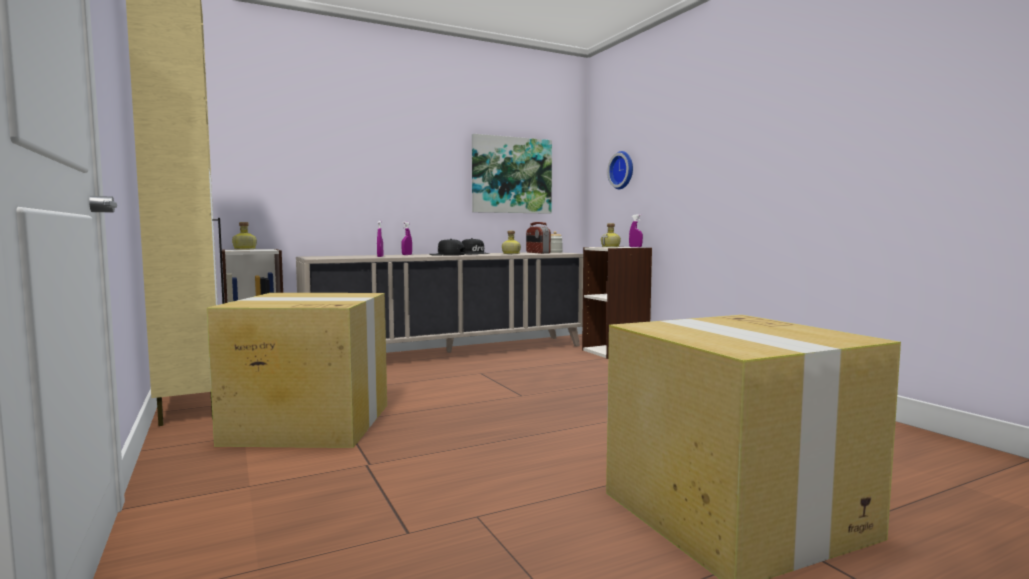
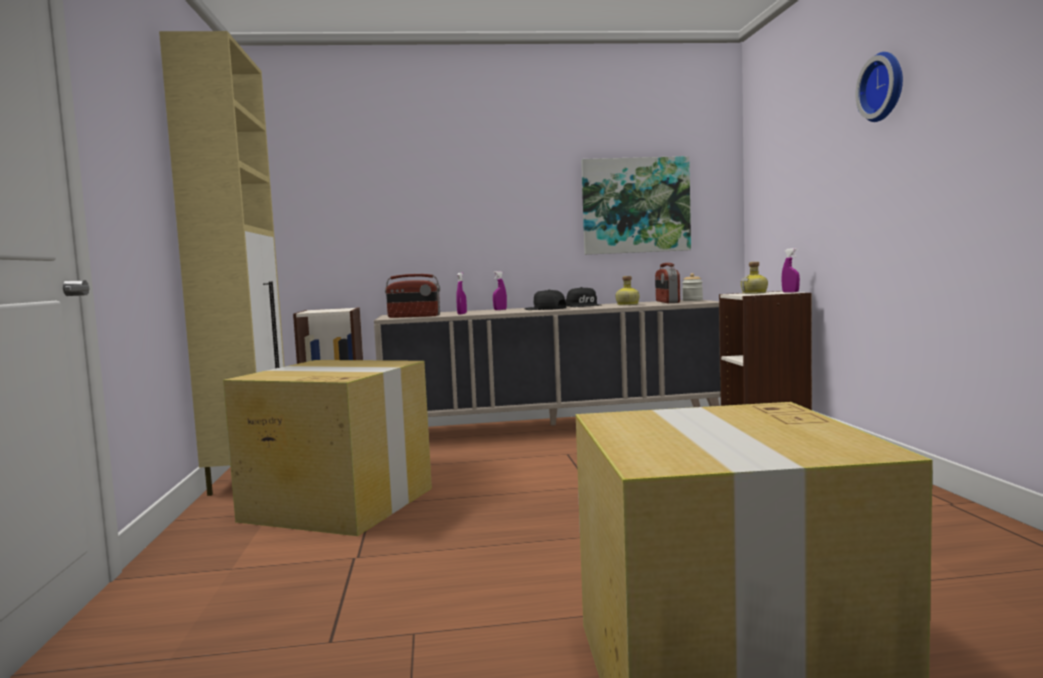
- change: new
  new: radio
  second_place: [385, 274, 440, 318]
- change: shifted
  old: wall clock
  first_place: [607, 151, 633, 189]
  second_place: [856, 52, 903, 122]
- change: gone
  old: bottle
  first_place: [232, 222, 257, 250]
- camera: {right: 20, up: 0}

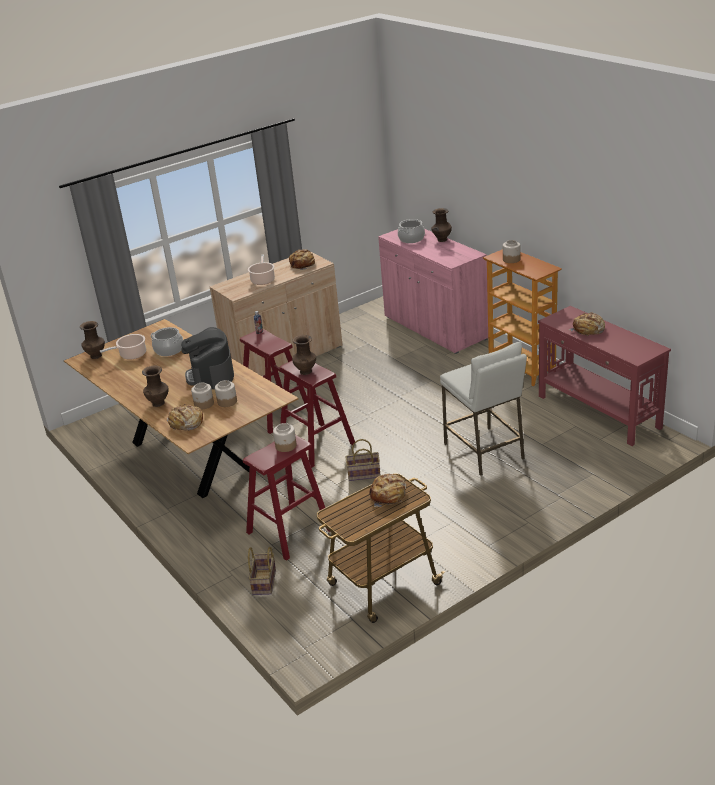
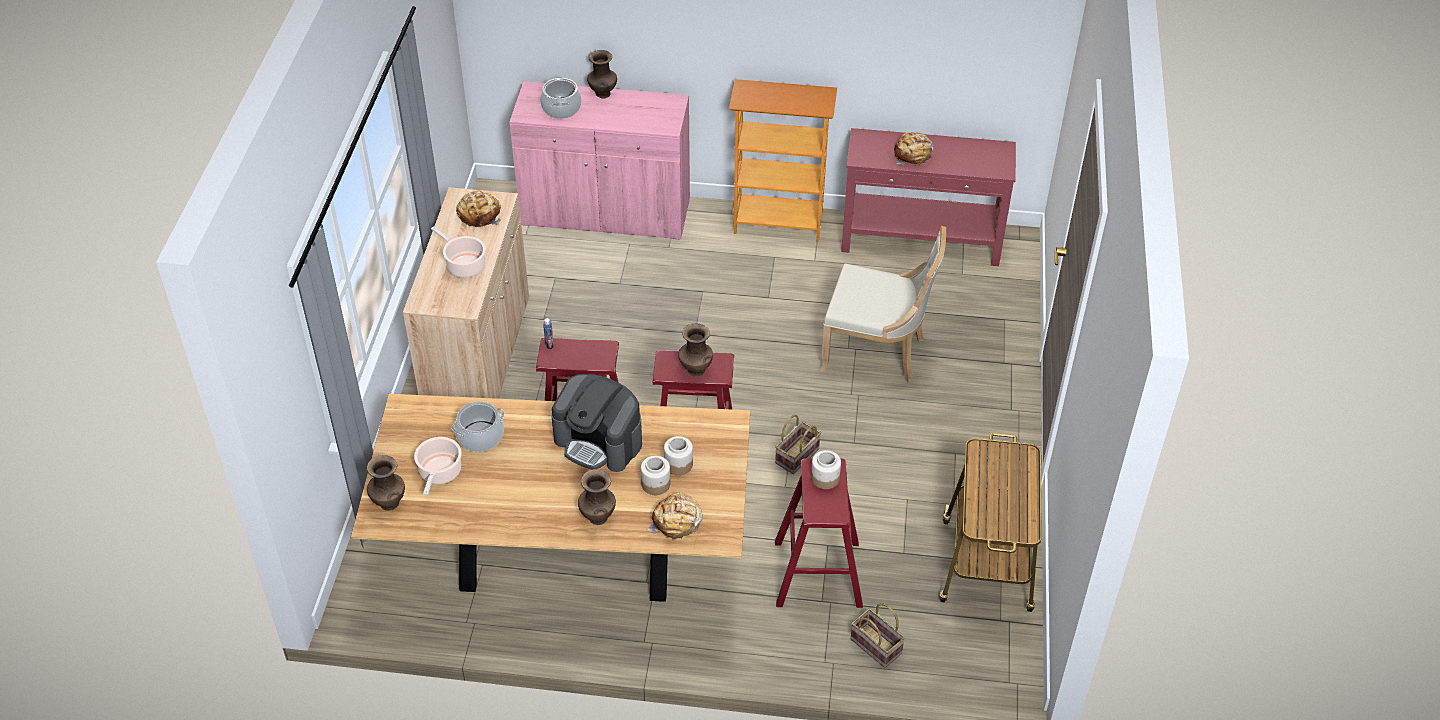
- change: swapped
  old: white stool
  new: beige chair
  first_place: [440, 342, 527, 476]
  second_place: [820, 226, 946, 383]
- change: gone
  old: bread
  first_place: [369, 474, 406, 507]
- change: gone
  old: jar
  first_place: [503, 240, 520, 263]
- camera: {right: -50, up: 15}

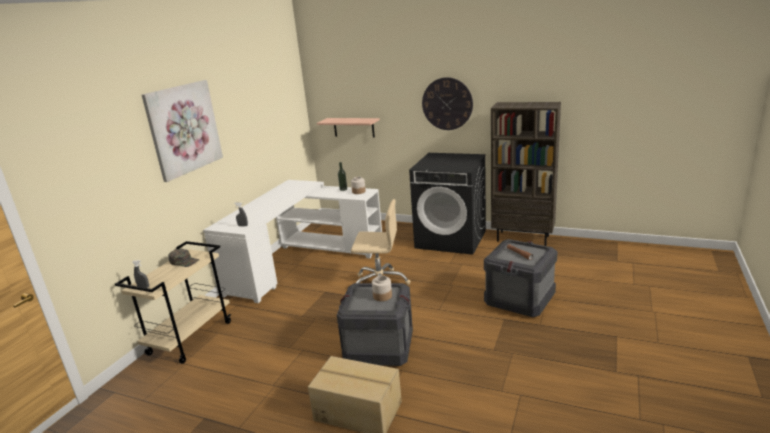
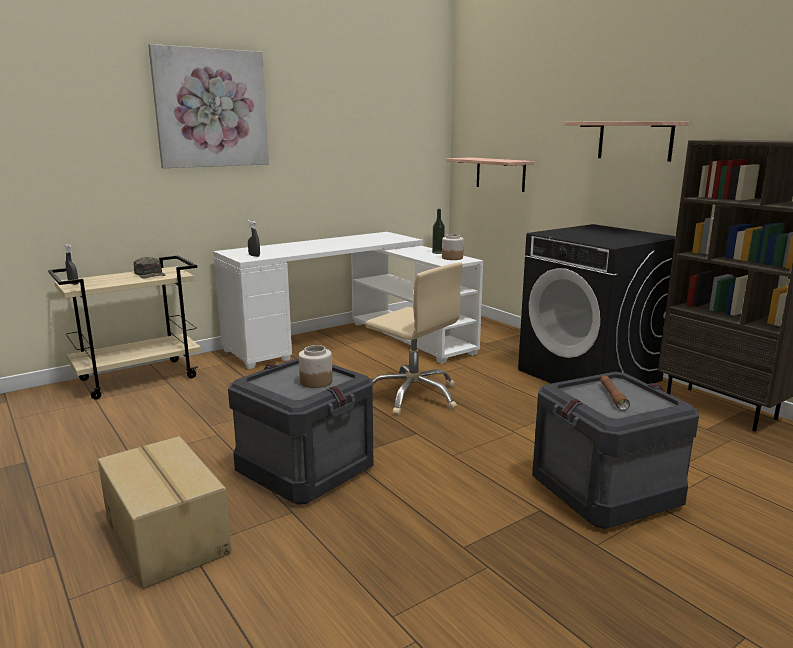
- change: swapped
  old: wall clock
  new: shelf
  first_place: [422, 77, 473, 130]
  second_place: [564, 121, 689, 162]
- camera: {right: 30, up: -5}

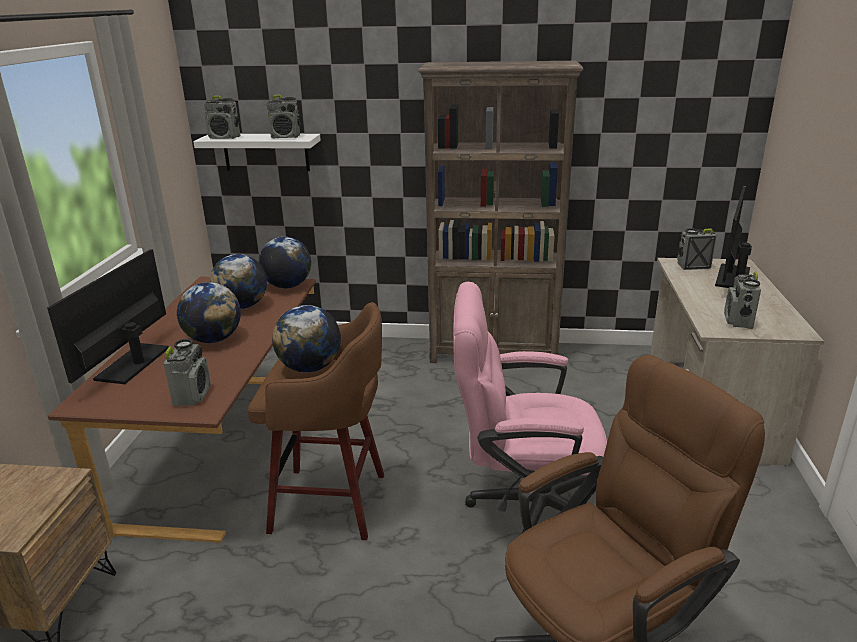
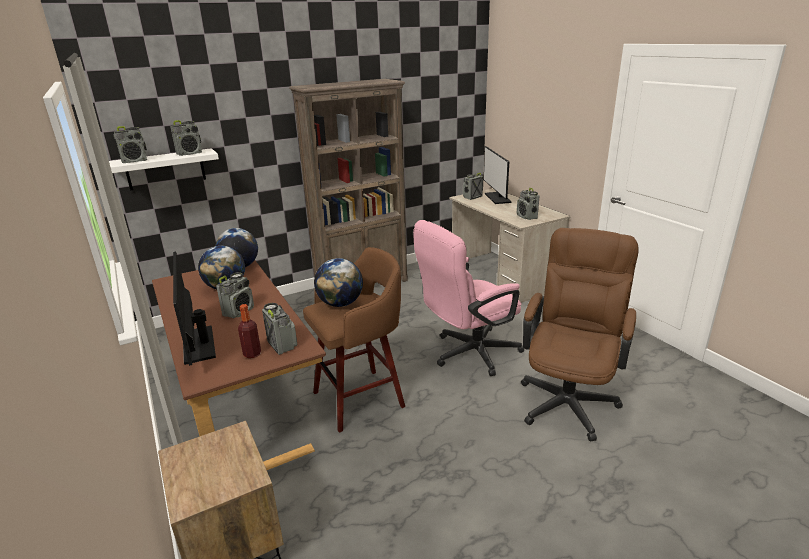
- change: swapped
  old: globe
  new: radio
  first_place: [177, 282, 241, 343]
  second_place: [216, 272, 254, 318]
- change: new
  new: bottle
  second_place: [238, 304, 261, 358]
- camera: {right: -35, up: 0}

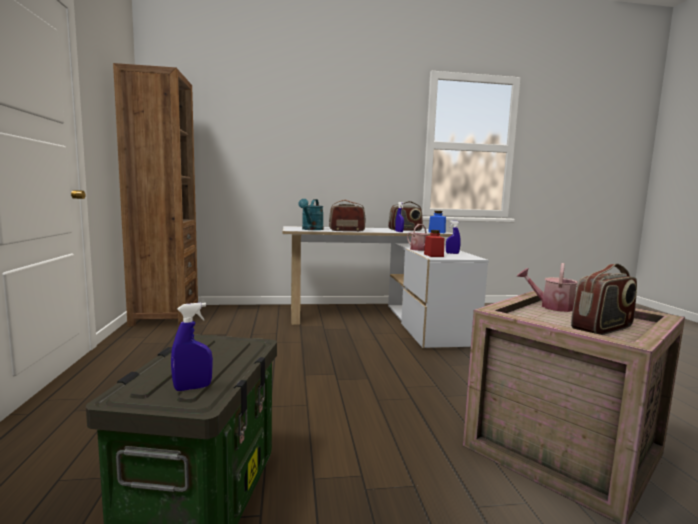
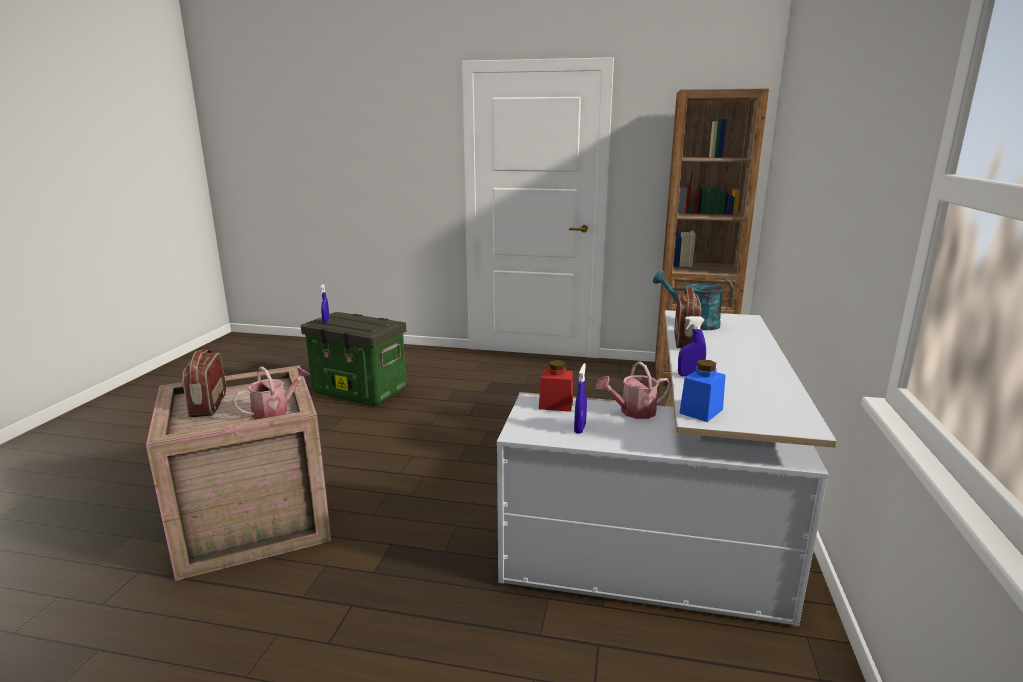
- change: gone
  old: radio
  first_place: [388, 201, 423, 231]
- camera: {right: 110, up: 10}

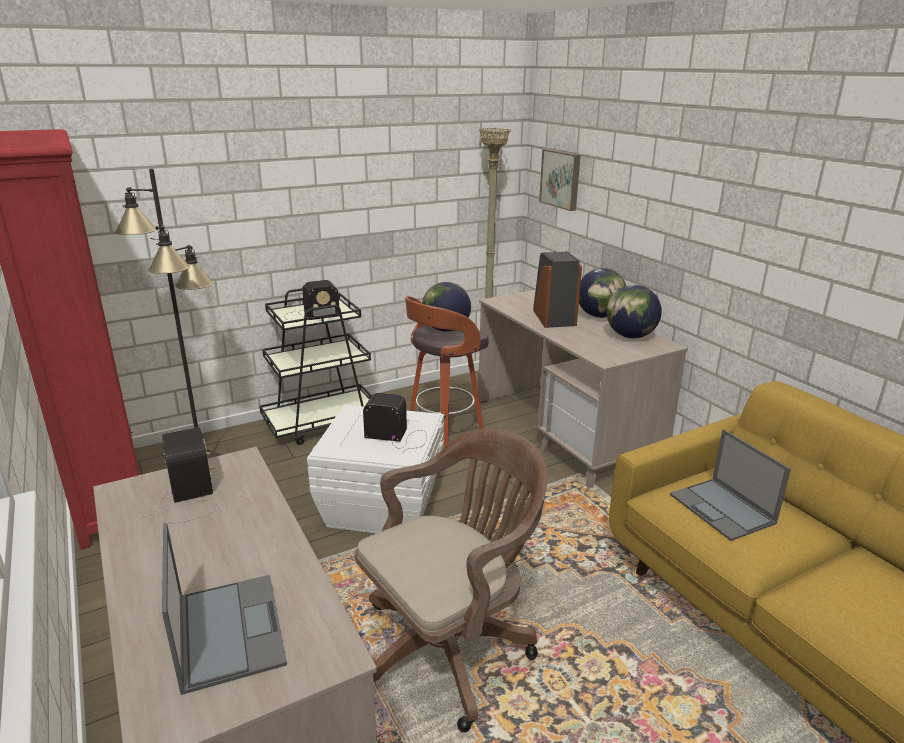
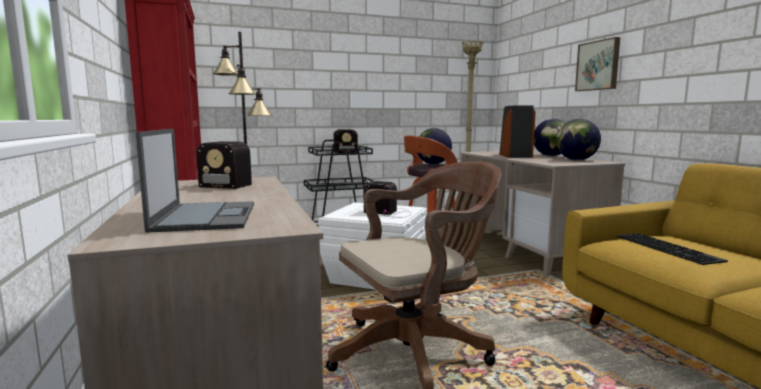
- change: rotated
  old: radio
  first_place: [143, 427, 218, 523]
  second_place: [180, 141, 252, 189]
  degrees: 120
- change: shifted
  old: picture
  first_place: [539, 149, 581, 211]
  second_place: [575, 37, 620, 91]
- change: swapped
  old: laptop
  new: keyboard
  first_place: [670, 429, 791, 541]
  second_place: [616, 233, 728, 265]
- camera: {right: 10, up: -15}

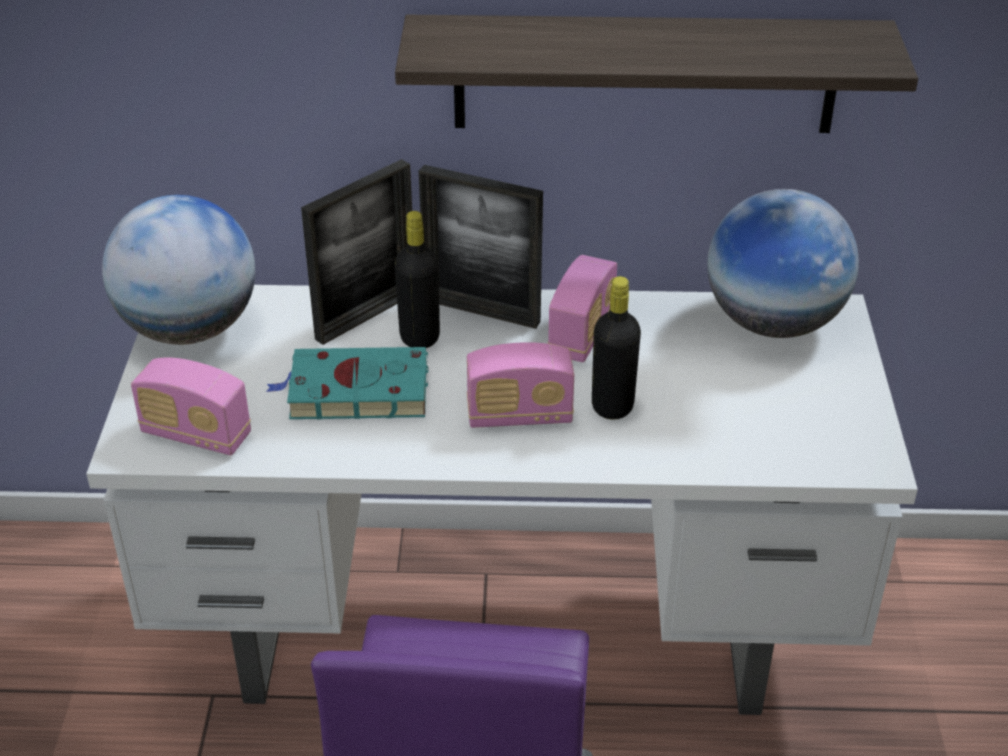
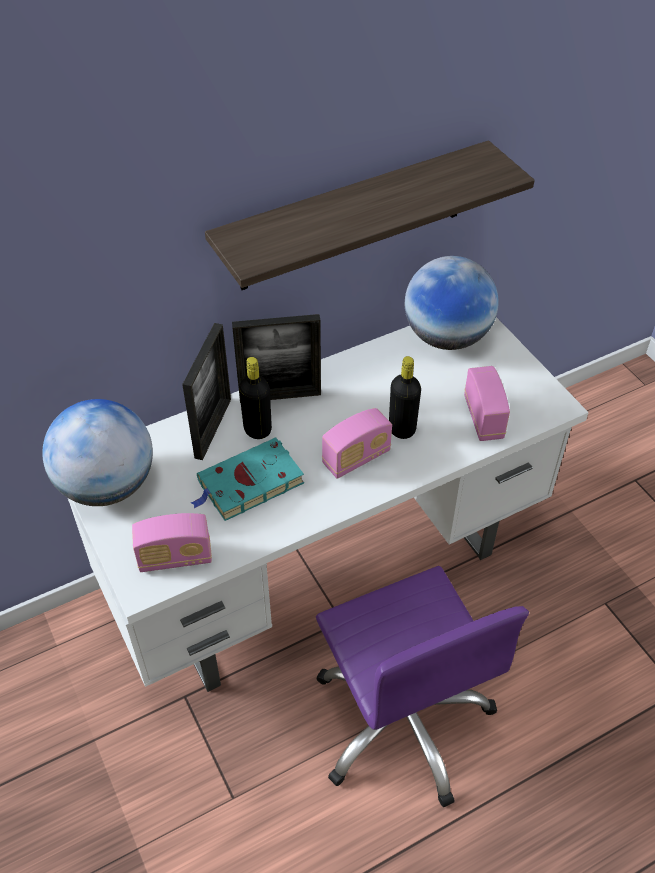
- change: shifted
  old: radio
  first_place: [548, 255, 617, 362]
  second_place: [464, 366, 510, 441]
- camera: {right: -30, up: 10}

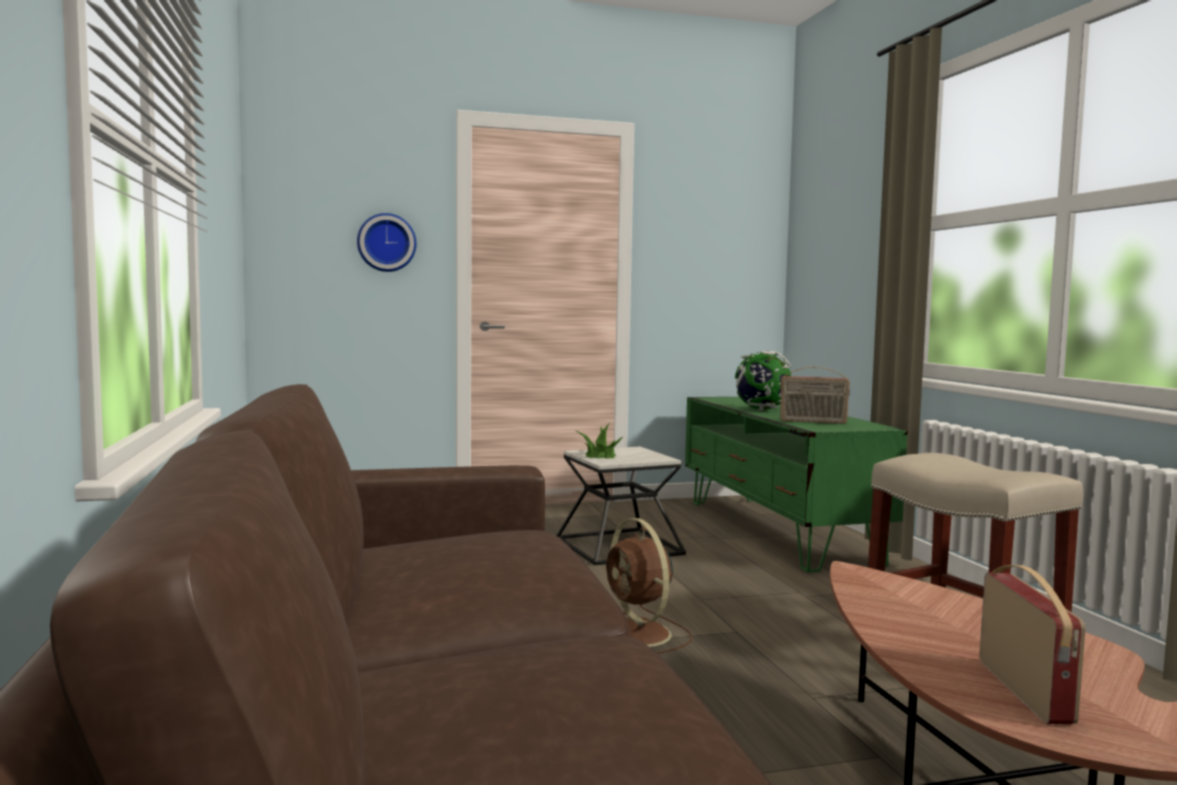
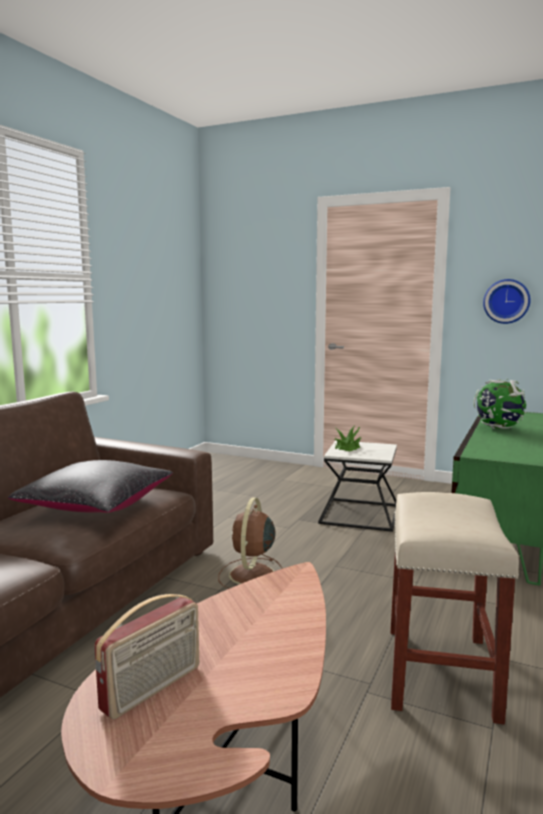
- change: new
  new: black pillow
  second_place: [8, 460, 173, 513]
- change: shifted
  old: wall clock
  first_place: [357, 213, 416, 272]
  second_place: [483, 279, 530, 324]
- change: gone
  old: radio
  first_place: [780, 367, 850, 424]
- camera: {right: 40, up: 5}

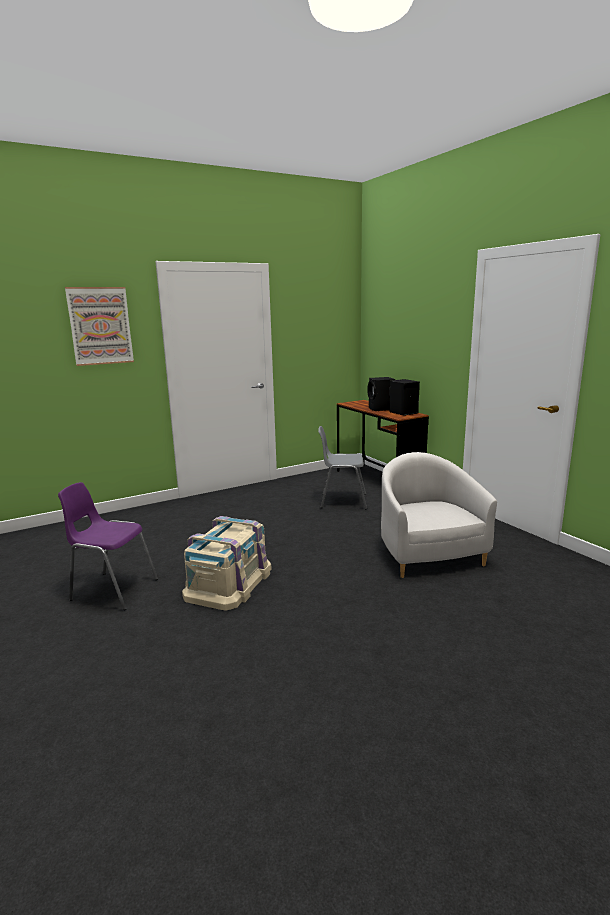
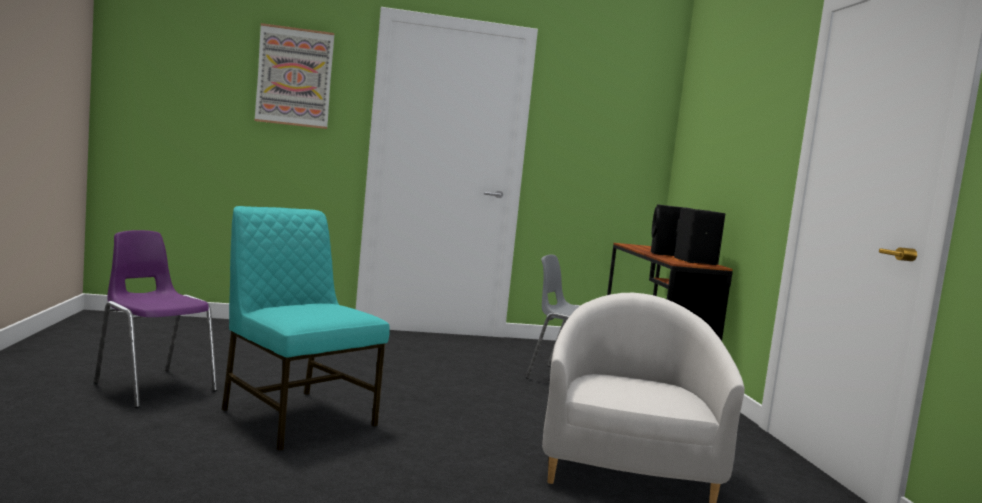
- change: swapped
  old: beige storage box
  new: turquoise chair
  first_place: [182, 516, 272, 611]
  second_place: [222, 206, 390, 451]
- camera: {right: 20, up: -10}

